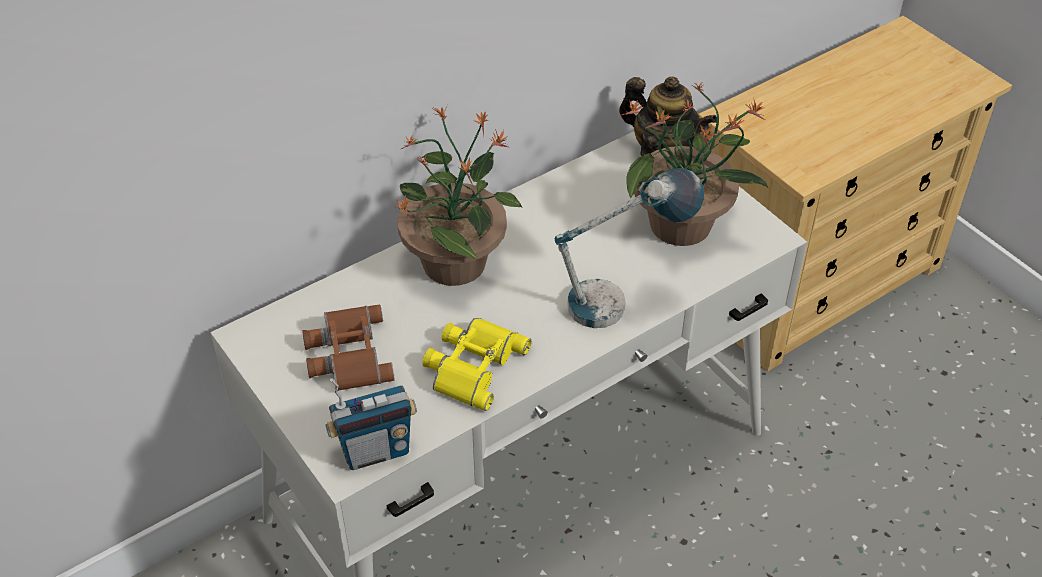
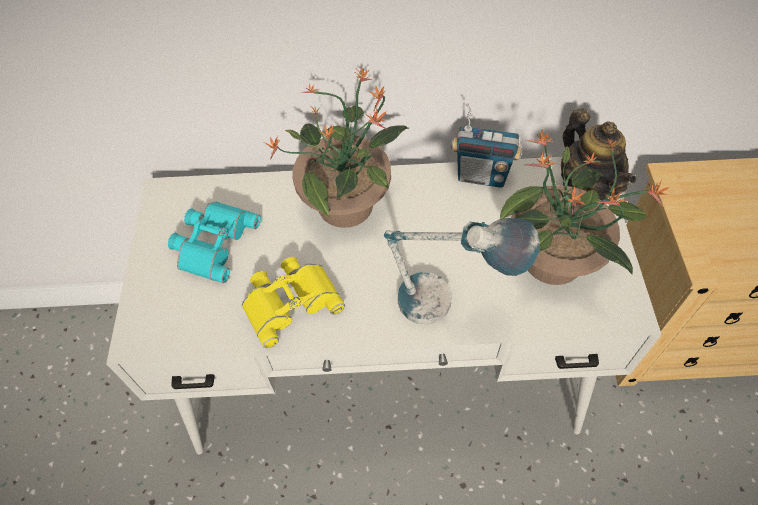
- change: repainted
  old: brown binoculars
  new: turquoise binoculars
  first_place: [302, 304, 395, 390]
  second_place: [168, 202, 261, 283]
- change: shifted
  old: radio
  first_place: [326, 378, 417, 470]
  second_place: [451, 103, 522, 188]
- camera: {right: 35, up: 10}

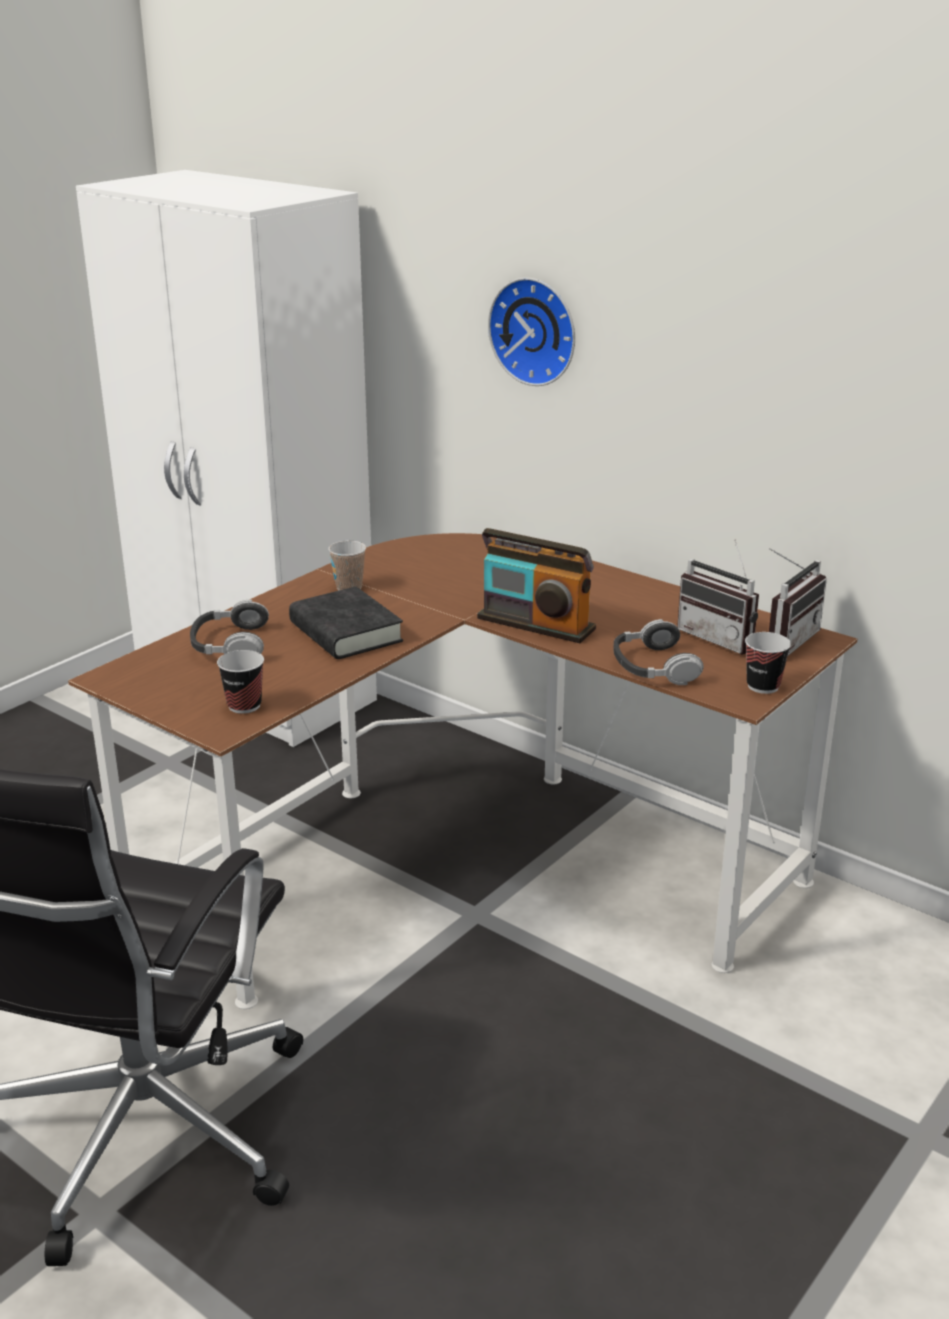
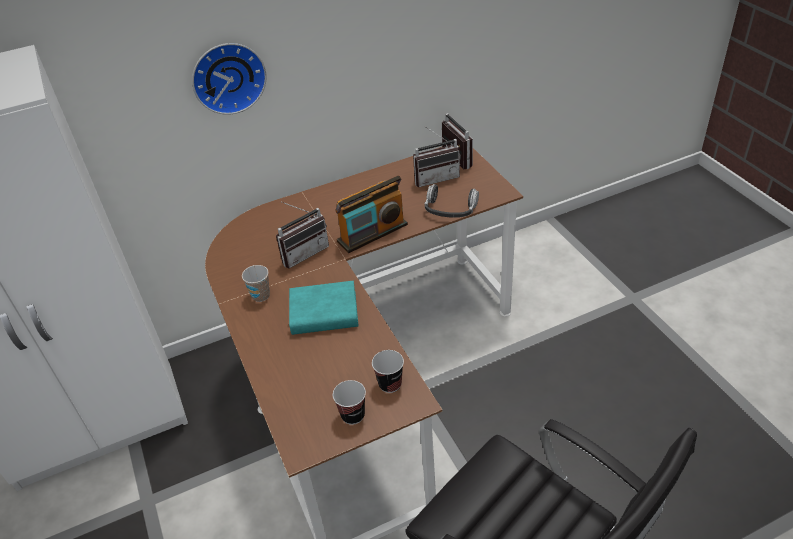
- change: new
  new: radio
  second_place: [276, 202, 329, 269]
- change: repainted
  old: black book
  new: turquoise book
  first_place: [289, 586, 403, 659]
  second_place: [289, 281, 358, 335]
- change: shifted
  old: cup
  first_place: [745, 632, 791, 694]
  second_place: [333, 380, 366, 425]
- change: gone
  old: headphones
  first_place: [190, 599, 269, 654]
- camera: {right: -60, up: 15}

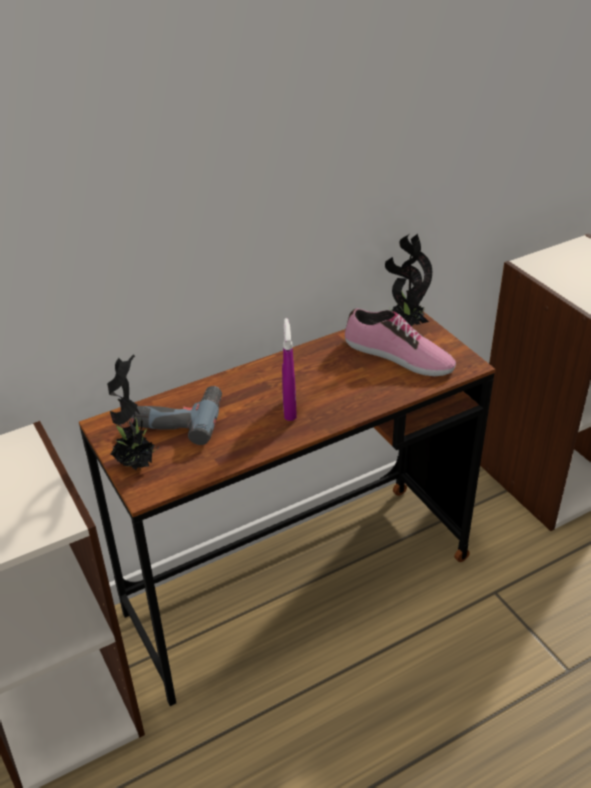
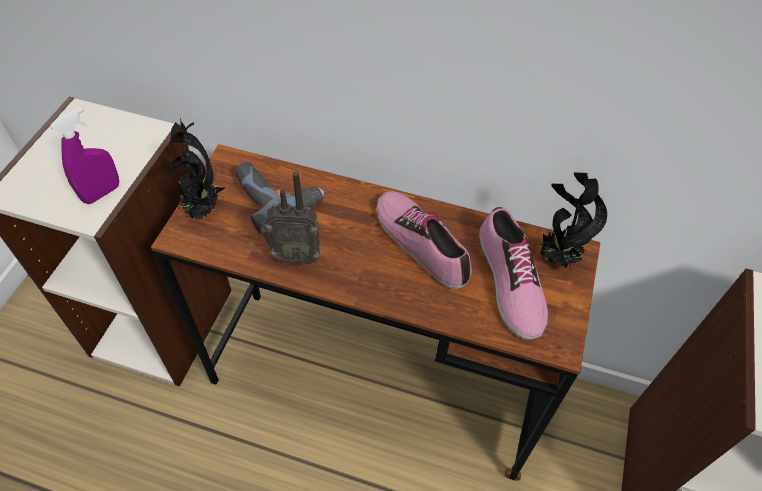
- change: shifted
  old: purple spray bottle
  first_place: [282, 318, 297, 421]
  second_place: [51, 107, 119, 204]
- change: new
  new: radio
  second_place: [261, 171, 321, 266]
- change: new
  new: shoe
  second_place: [376, 191, 472, 289]
- camera: {right: 45, up: 15}

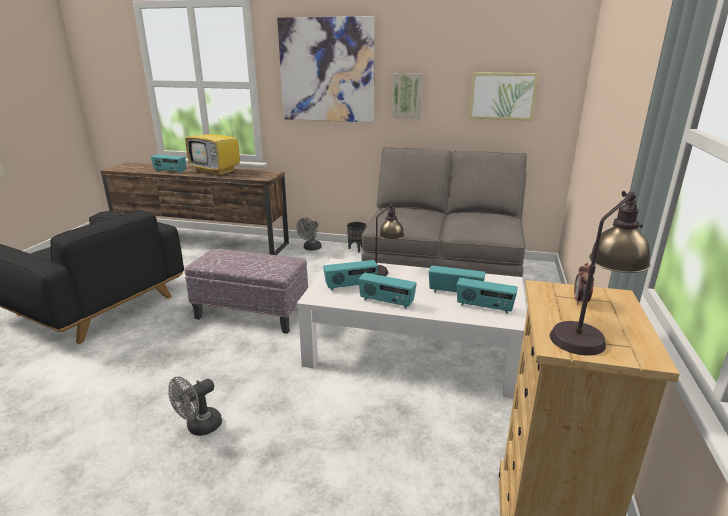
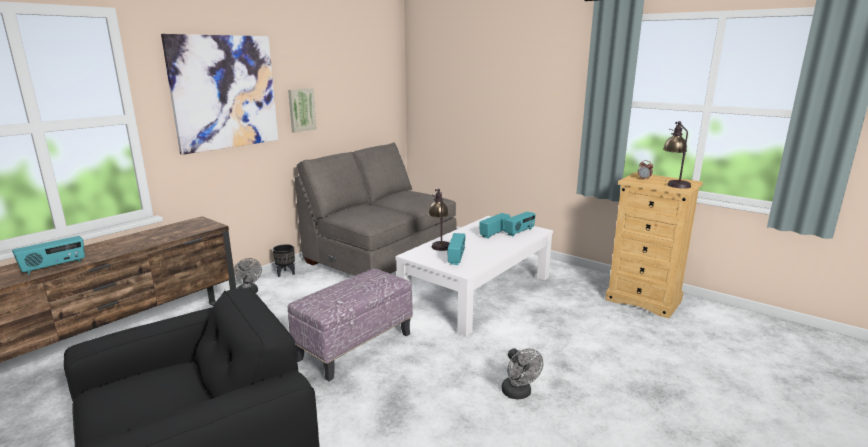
- change: gone
  old: television
  first_place: [186, 116, 240, 176]
- change: gone
  old: radio
  first_place: [358, 273, 417, 309]
- change: gone
  old: picture
  first_place: [469, 72, 538, 121]
- camera: {right: -65, up: -5}

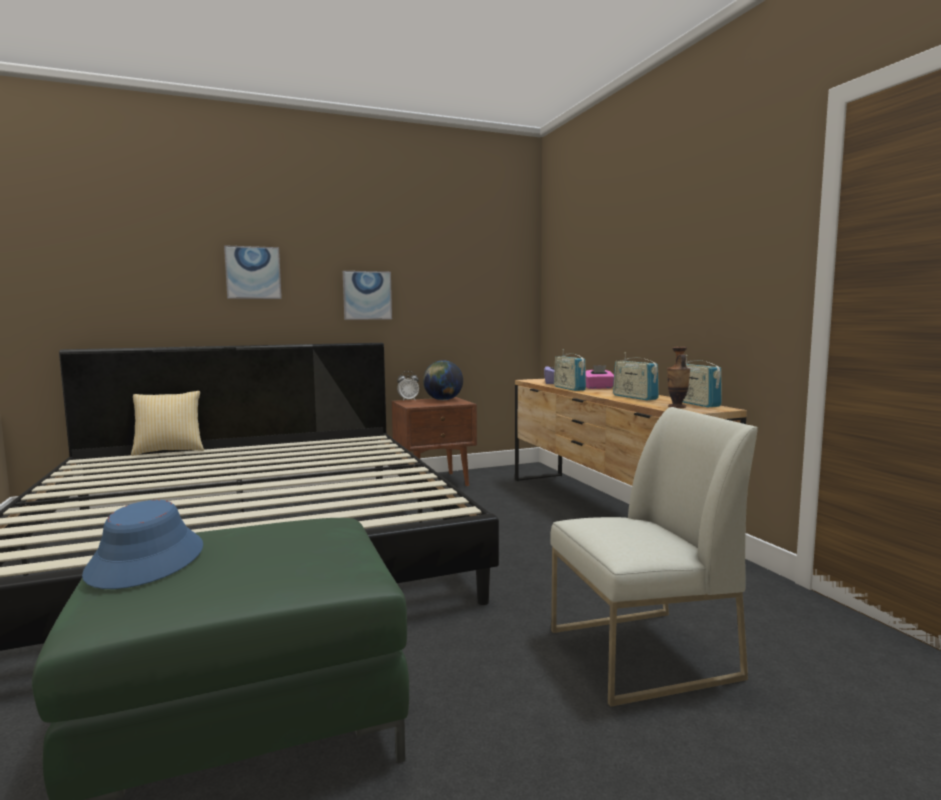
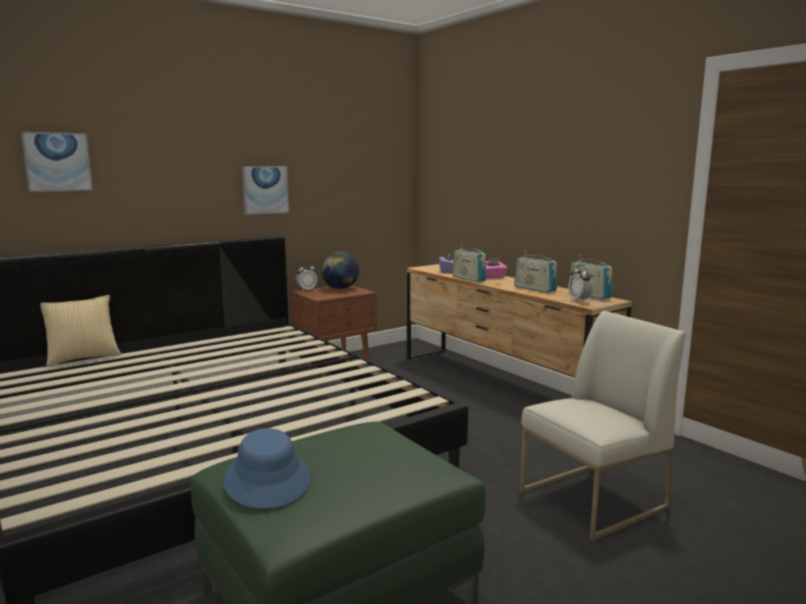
- change: shifted
  old: picture
  first_place: [224, 245, 282, 299]
  second_place: [21, 132, 93, 192]
- change: swapped
  old: vase
  new: alarm clock
  first_place: [667, 347, 690, 408]
  second_place: [568, 265, 593, 302]
- camera: {right: -15, up: 5}

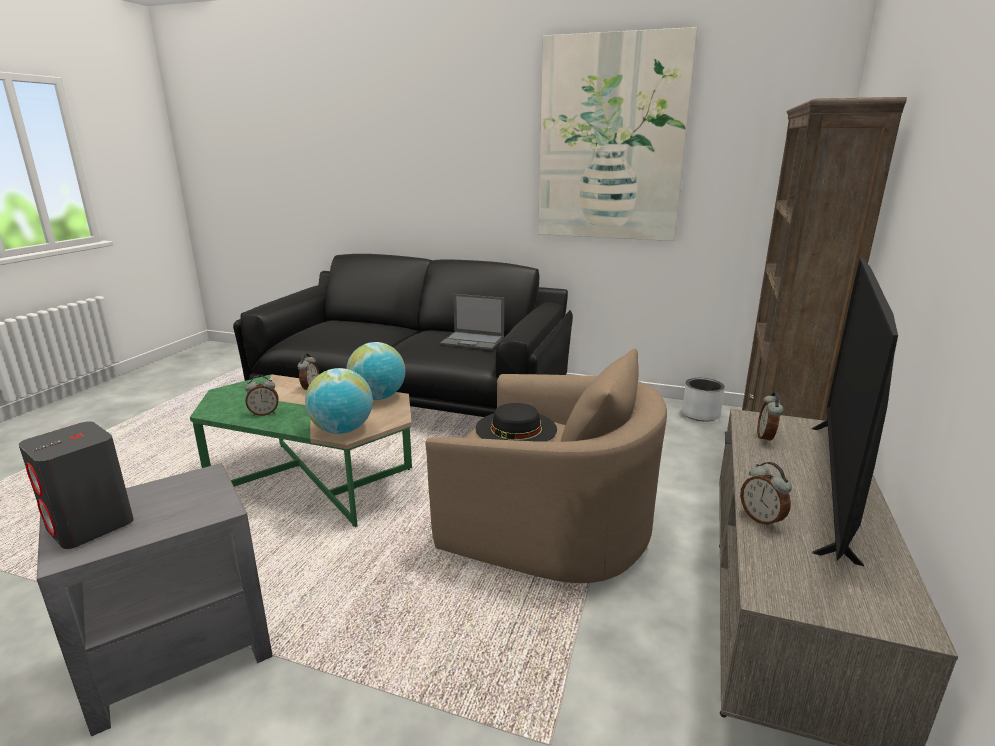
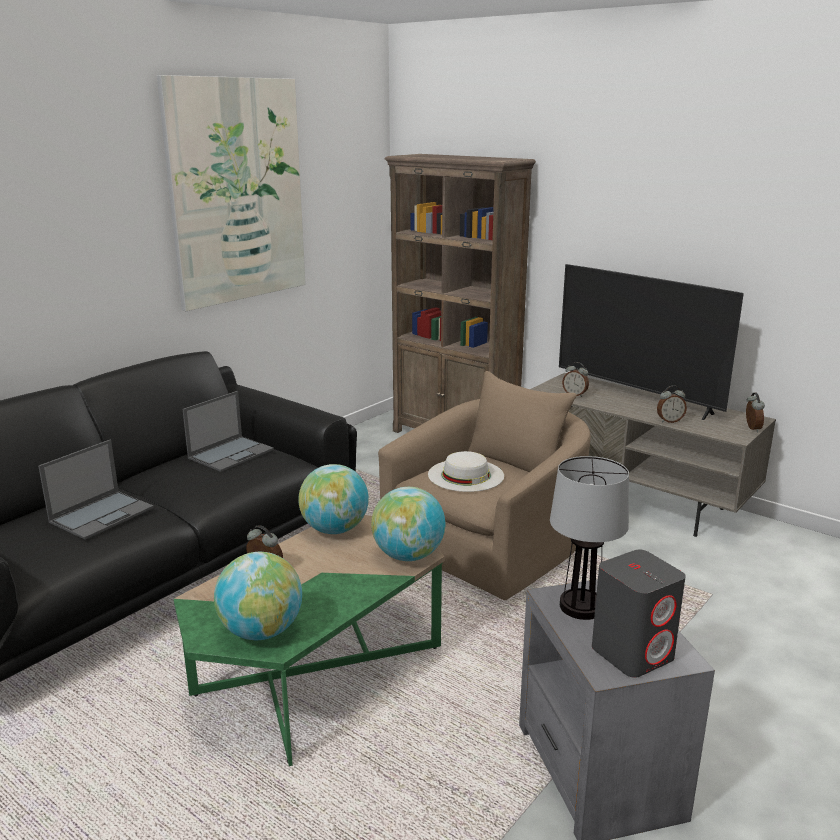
- change: new
  new: laptop
  second_place: [38, 440, 154, 540]
- change: new
  new: globe
  second_place: [214, 552, 302, 640]
- change: repainted
  old: black hat
  new: white hat
  first_place: [476, 403, 557, 442]
  second_place: [428, 451, 504, 492]
- change: new
  new: table lamp
  second_place: [550, 456, 629, 620]
- change: shifted
  old: alarm clock
  first_place: [245, 375, 278, 416]
  second_place: [746, 392, 765, 432]
- change: gone
  old: grey planter
  first_place: [682, 378, 725, 421]
- camera: {right: -70, up: 0}

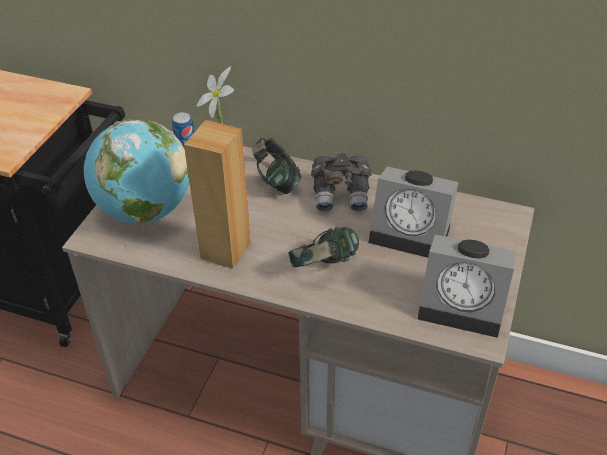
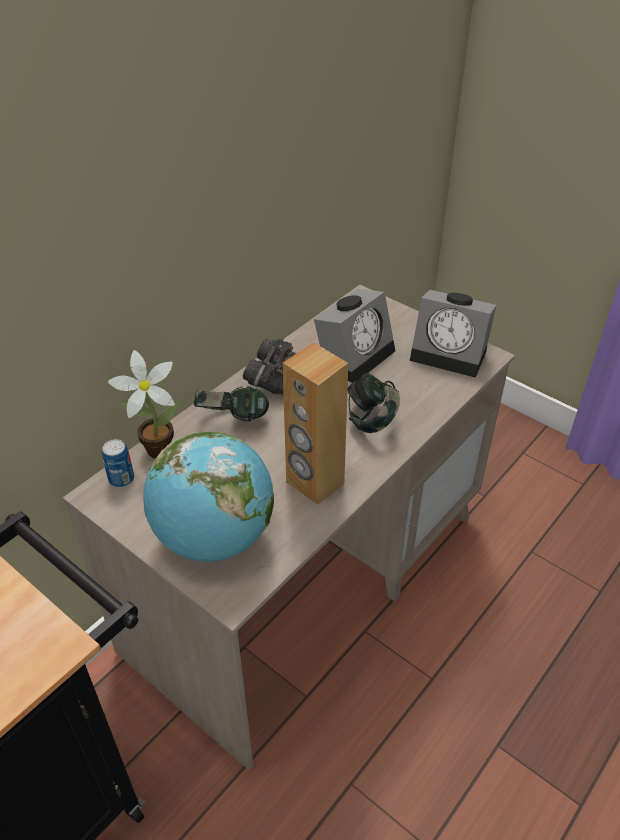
- change: rotated
  old: alarm clock
  first_place: [418, 234, 516, 338]
  second_place: [410, 290, 496, 378]
  degrees: 75
- camera: {right: -70, up: 0}

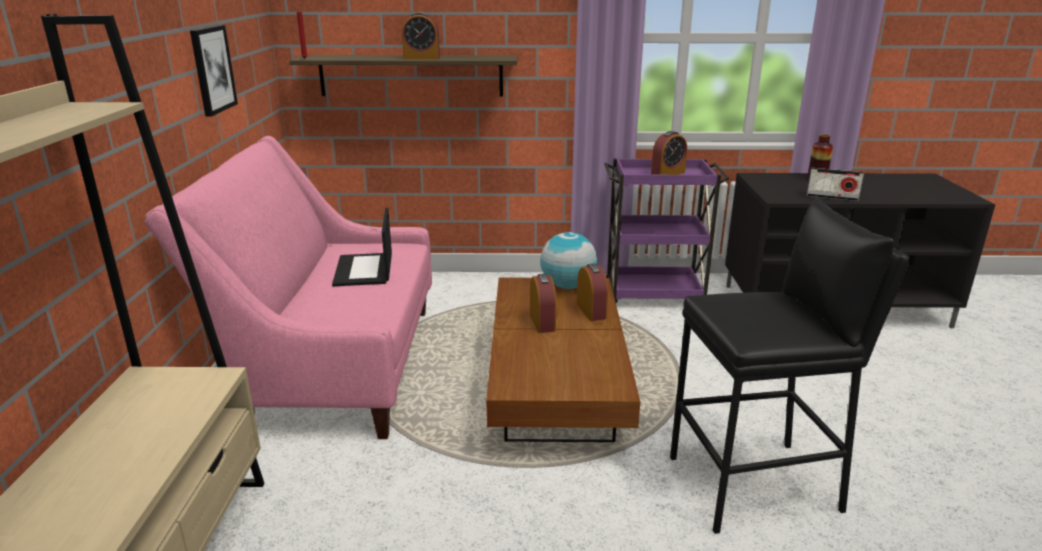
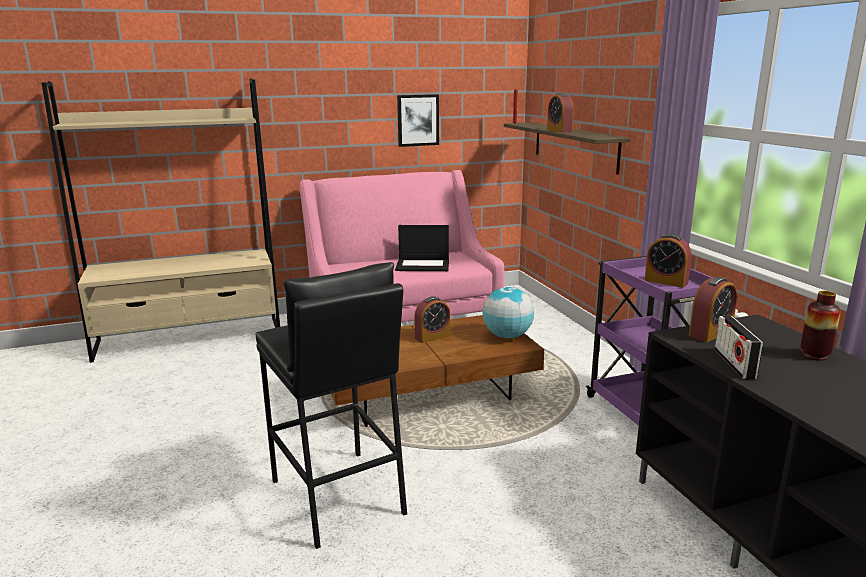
- change: rotated
  old: laptop
  first_place: [332, 208, 392, 286]
  second_place: [395, 225, 449, 271]
  degrees: -150
- change: shifted
  old: alarm clock
  first_place: [577, 264, 608, 321]
  second_place: [689, 277, 737, 342]
- camera: {right: 70, up: -5}

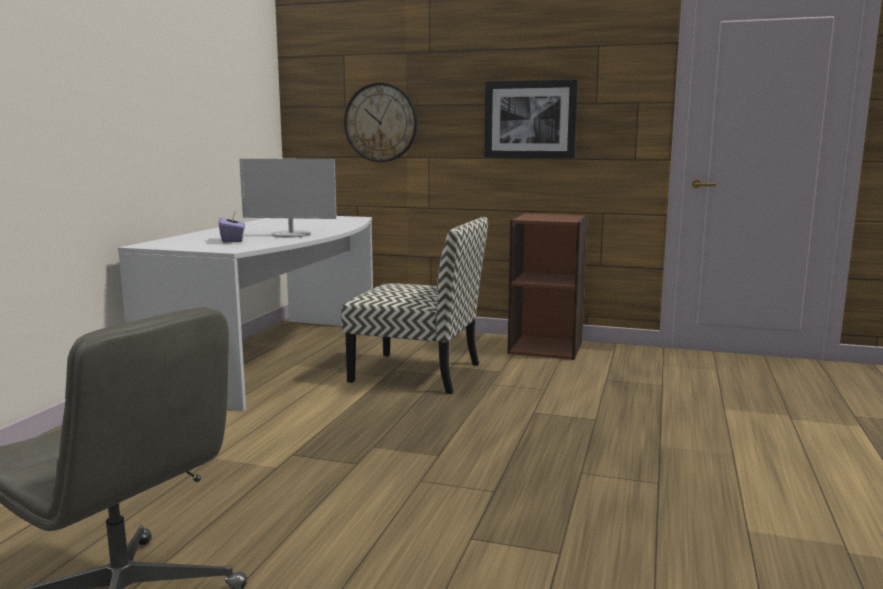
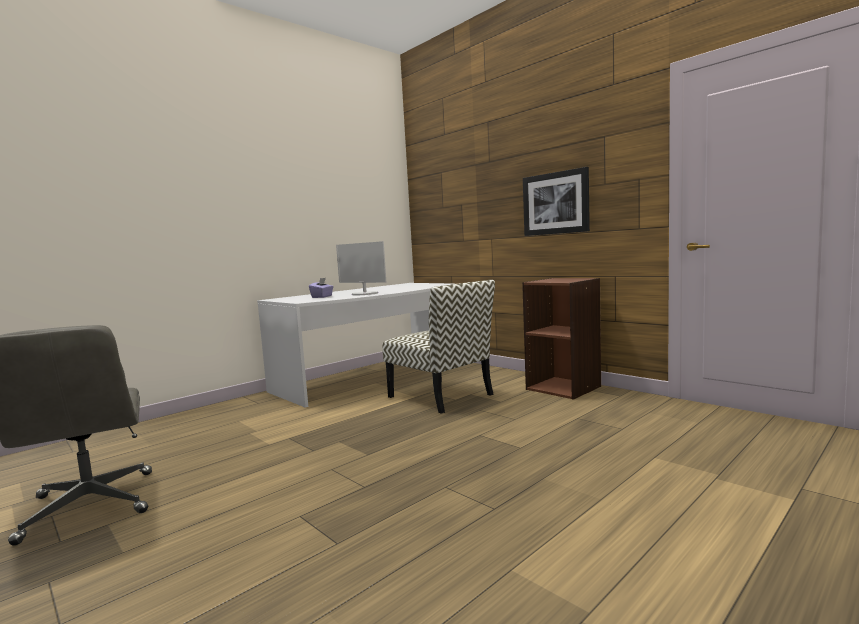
- change: gone
  old: wall clock
  first_place: [344, 83, 418, 162]
- camera: {right: 30, up: -5}

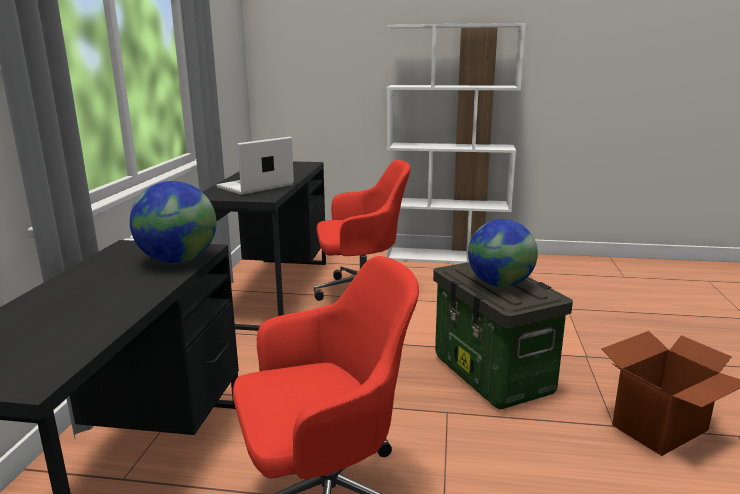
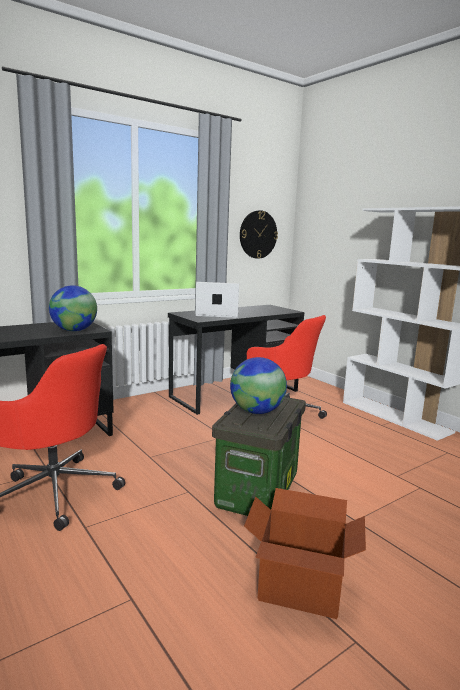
- change: new
  new: wall clock
  second_place: [240, 210, 278, 259]
- camera: {right: 45, up: -5}

